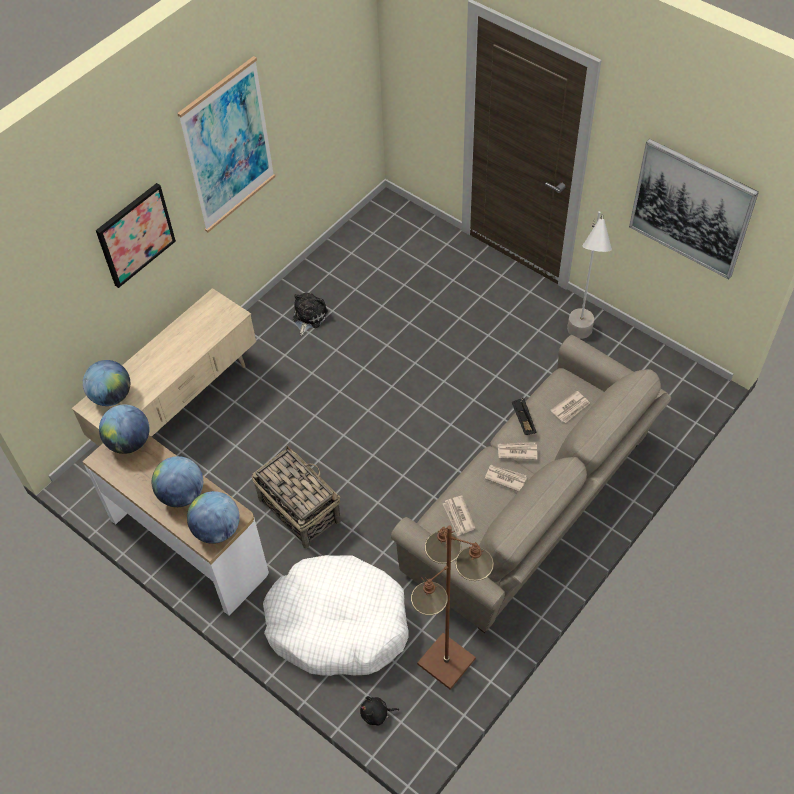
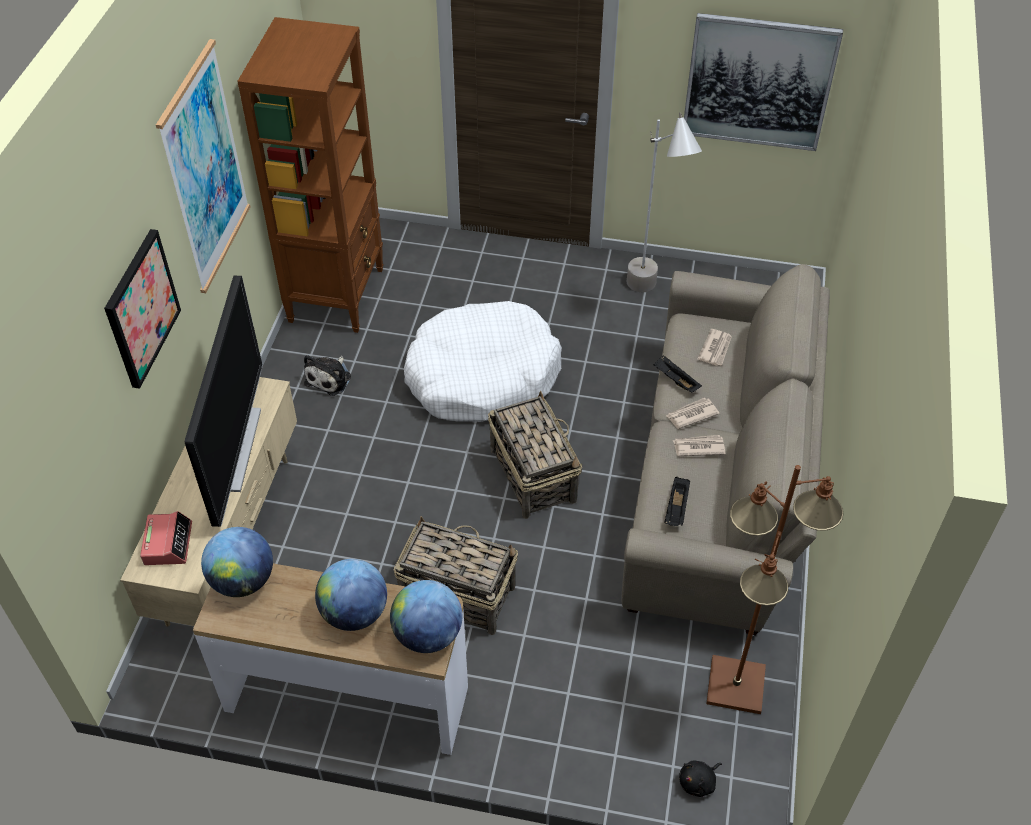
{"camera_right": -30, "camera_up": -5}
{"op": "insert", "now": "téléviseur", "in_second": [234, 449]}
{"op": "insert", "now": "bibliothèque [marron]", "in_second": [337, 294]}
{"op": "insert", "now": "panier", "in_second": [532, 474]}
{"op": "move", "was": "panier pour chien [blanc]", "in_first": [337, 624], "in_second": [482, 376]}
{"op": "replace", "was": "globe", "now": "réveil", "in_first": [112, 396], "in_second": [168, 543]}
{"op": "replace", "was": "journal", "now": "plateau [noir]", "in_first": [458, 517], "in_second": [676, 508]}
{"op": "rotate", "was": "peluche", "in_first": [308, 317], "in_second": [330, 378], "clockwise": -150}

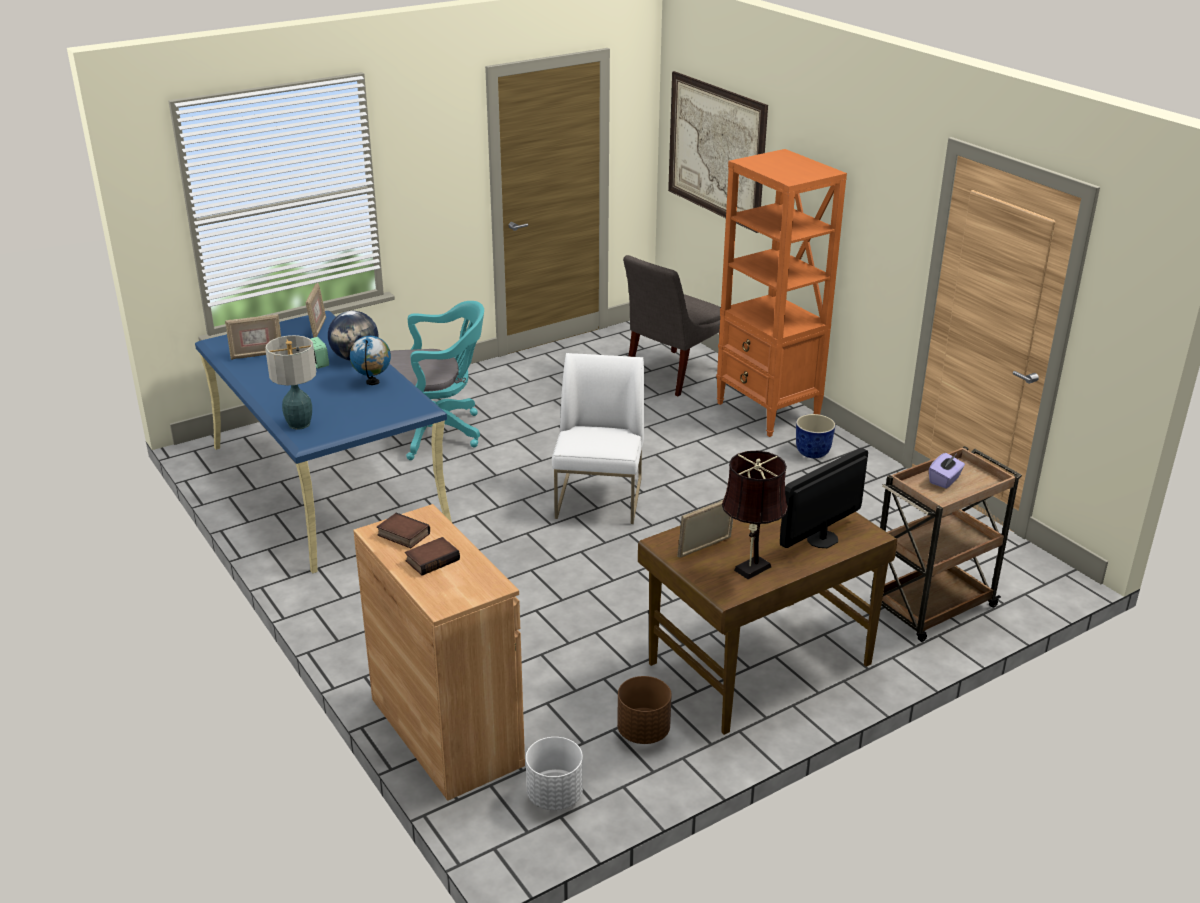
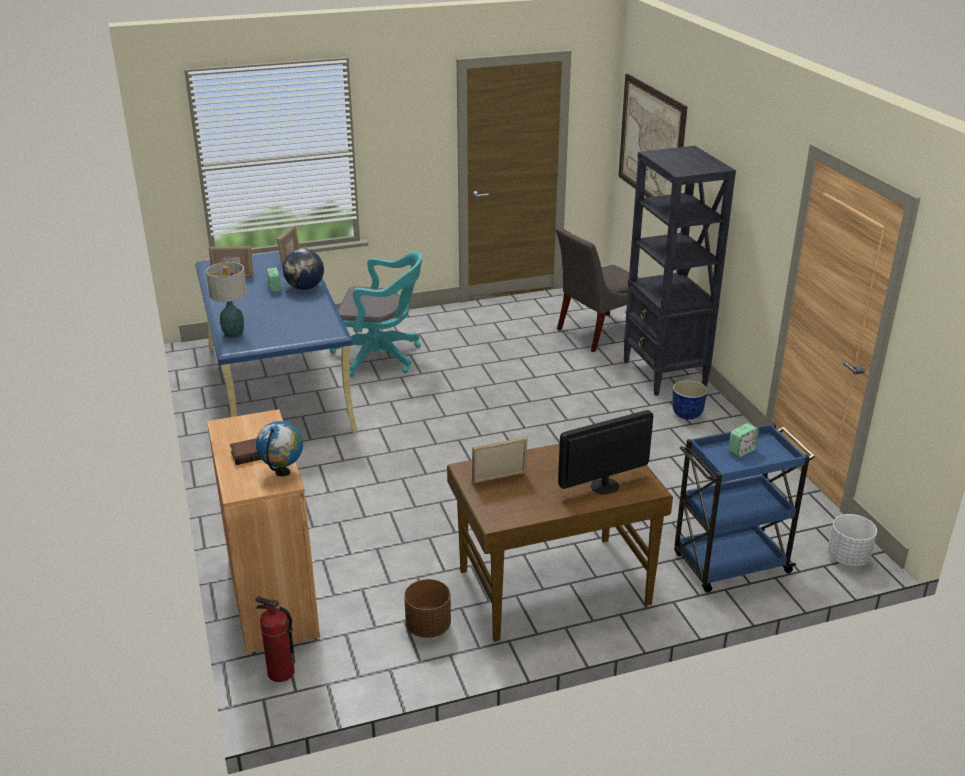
{"camera_right": 15, "camera_up": 0}
{"op": "delete", "was": "livre", "in_first": [402, 535]}
{"op": "delete", "was": "chaise [blanc]", "in_first": [599, 499]}
{"op": "delete", "was": "lampe de table [marron]", "in_first": [749, 570]}
{"op": "insert", "now": "extincteur", "in_second": [280, 673]}
{"op": "move", "was": "globe", "in_first": [373, 382], "in_second": [283, 472]}
{"op": "move", "was": "cache-pot [blanc]", "in_first": [555, 795], "in_second": [848, 557]}
{"op": "replace", "was": "boîte à mouchoirs [violet]", "now": "réveil", "in_first": [945, 480], "in_second": [741, 451]}
{"op": "recolor", "was": "bibliothèque [orange]", "now": "bibliothèque [noir]", "in_first": [768, 412], "in_second": [664, 374]}
{"op": "recolor", "was": "chariot [marron]", "now": "chariot [bleu]", "in_first": [931, 608], "in_second": [729, 564]}

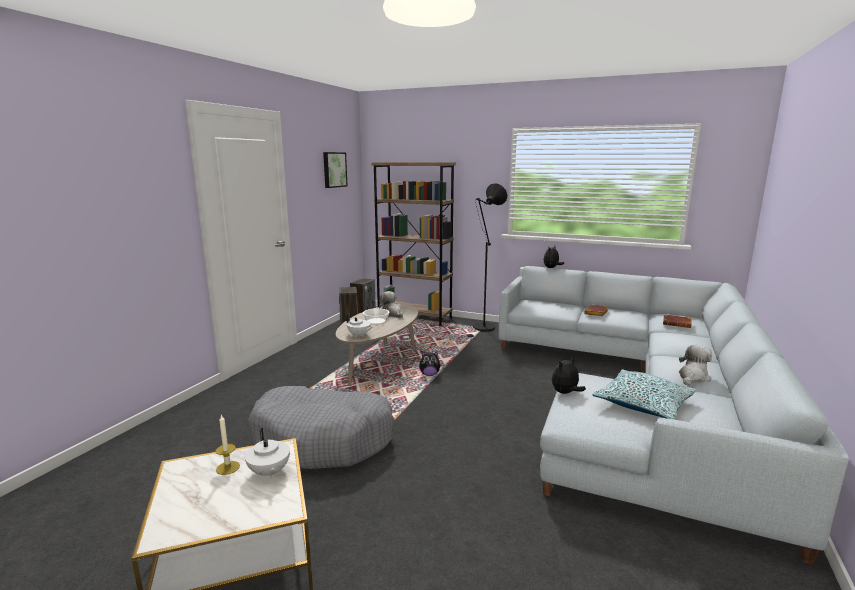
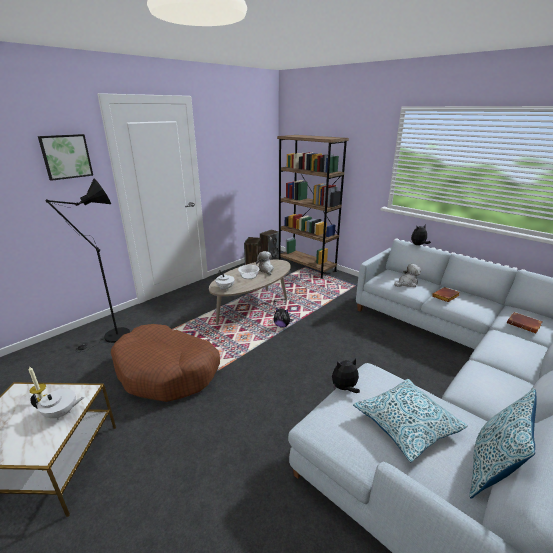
{"camera_right": 20, "camera_up": 10}
{"op": "insert", "now": "coussin", "in_second": [491, 469]}
{"op": "move", "was": "tableau", "in_first": [334, 169], "in_second": [66, 156]}
{"op": "move", "was": "lampadaire [noir]", "in_first": [482, 329], "in_second": [112, 337]}
{"op": "move", "was": "peluche", "in_first": [693, 377], "in_second": [407, 283]}
{"op": "recolor", "was": "panier pour chien [gris]", "now": "panier pour chien [marron]", "in_first": [323, 440], "in_second": [167, 371]}
{"op": "rotate", "was": "théière [blanc]", "in_first": [269, 472], "in_second": [61, 413], "clockwise": -90}

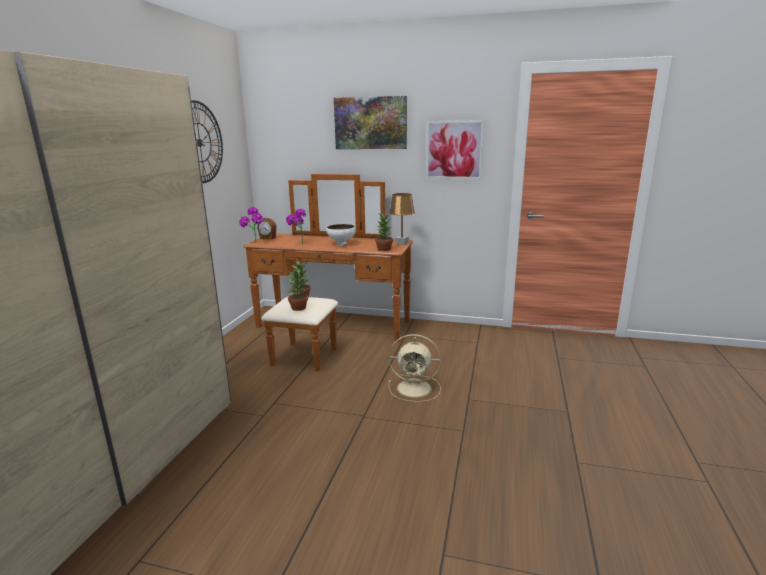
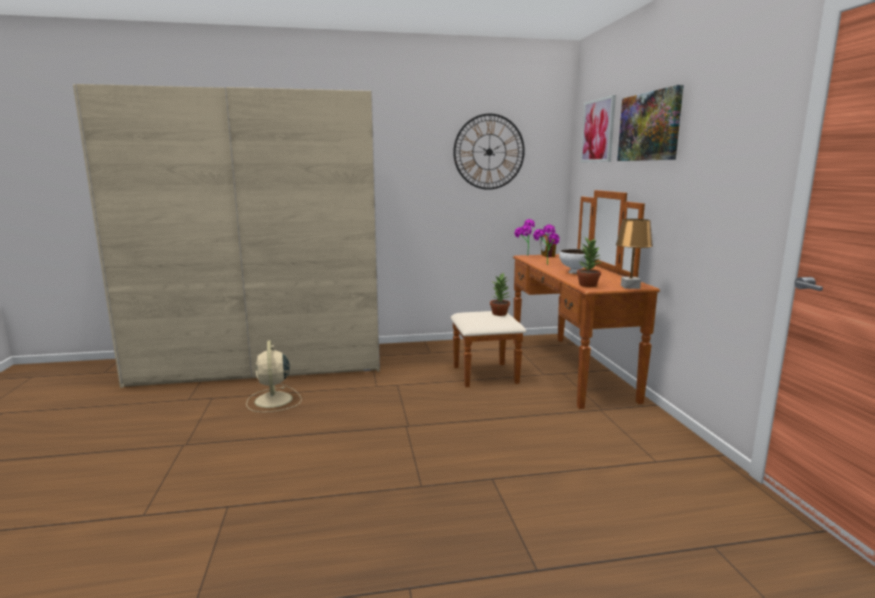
{"camera_right": 65, "camera_up": -5}
{"op": "delete", "was": "plante en pot", "in_first": [298, 308]}
{"op": "move", "was": "ventilateur [beige]", "in_first": [415, 388], "in_second": [273, 401]}
{"op": "move", "was": "tableau", "in_first": [454, 150], "in_second": [598, 131]}

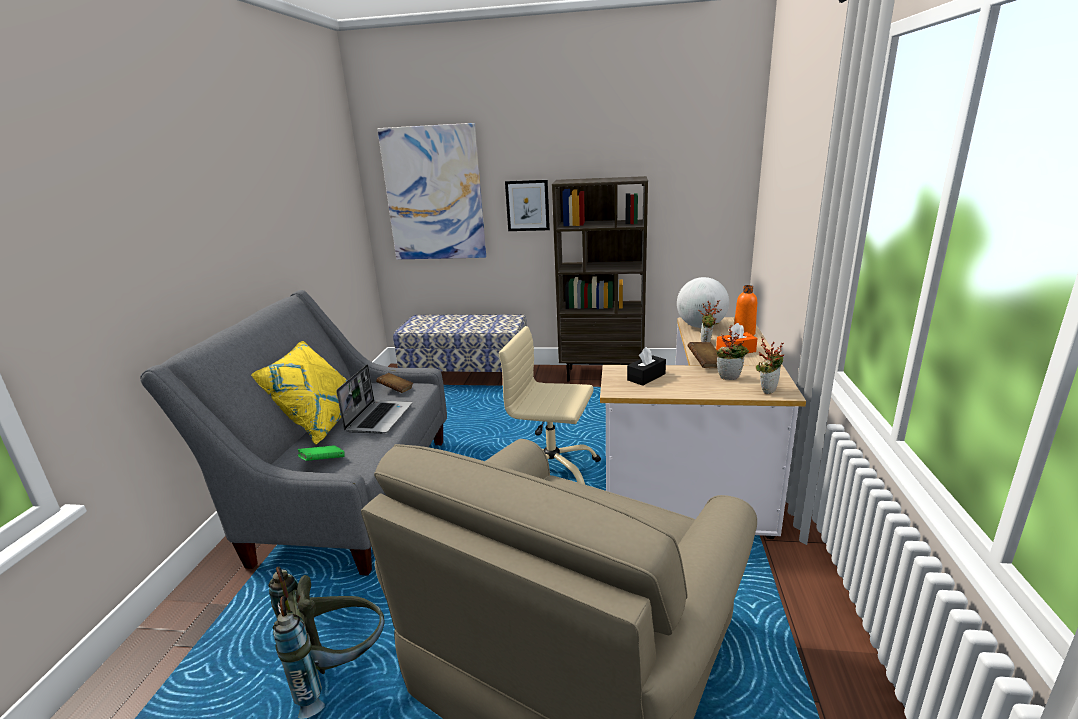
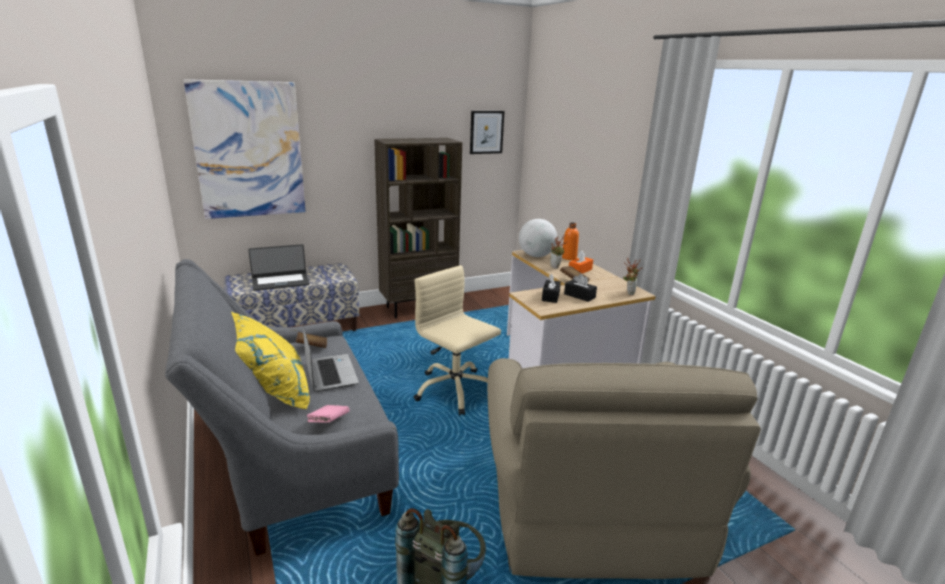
{"camera_right": -35, "camera_up": 0}
{"op": "delete", "was": "plante en pot", "in_first": [730, 377]}
{"op": "insert", "now": "ordinateur portable", "in_second": [280, 282]}
{"op": "insert", "now": "boîte à mouchoirs [noir]", "in_second": [579, 296]}
{"op": "move", "was": "tableau", "in_first": [527, 205], "in_second": [486, 132]}
{"op": "recolor", "was": "livre [vert]", "now": "livre [rose]", "in_first": [323, 462], "in_second": [328, 422]}
{"op": "rotate", "was": "chaise de bureau [beige]", "in_first": [551, 471], "in_second": [454, 390], "clockwise": 60}

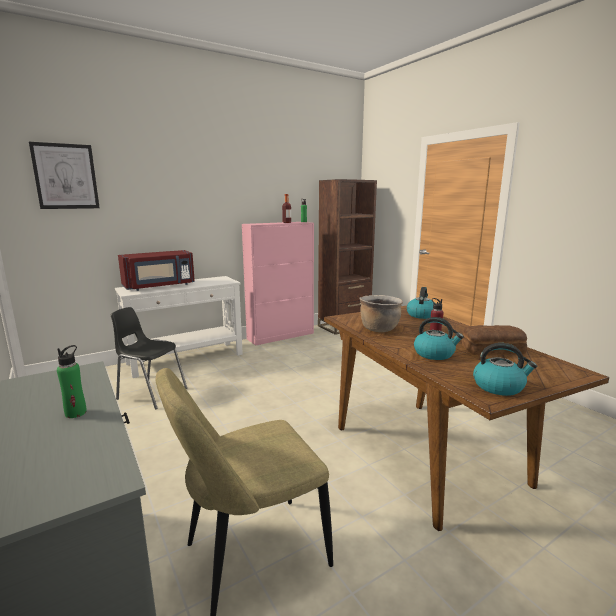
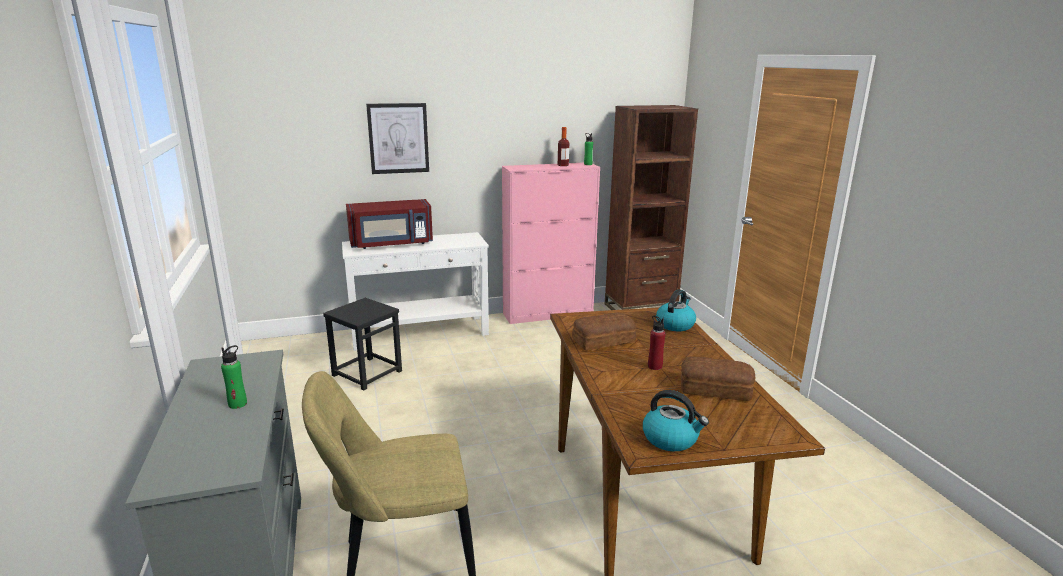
{"camera_right": 15, "camera_up": 5}
{"op": "delete", "was": "bouilloire", "in_first": [434, 354]}
{"op": "move", "was": "tableau", "in_first": [65, 176], "in_second": [398, 138]}
{"op": "replace", "was": "chaise [noir]", "now": "tabouret [noir]", "in_first": [151, 393], "in_second": [367, 373]}
{"op": "replace", "was": "marmite [marron]", "now": "pain", "in_first": [379, 329], "in_second": [602, 340]}

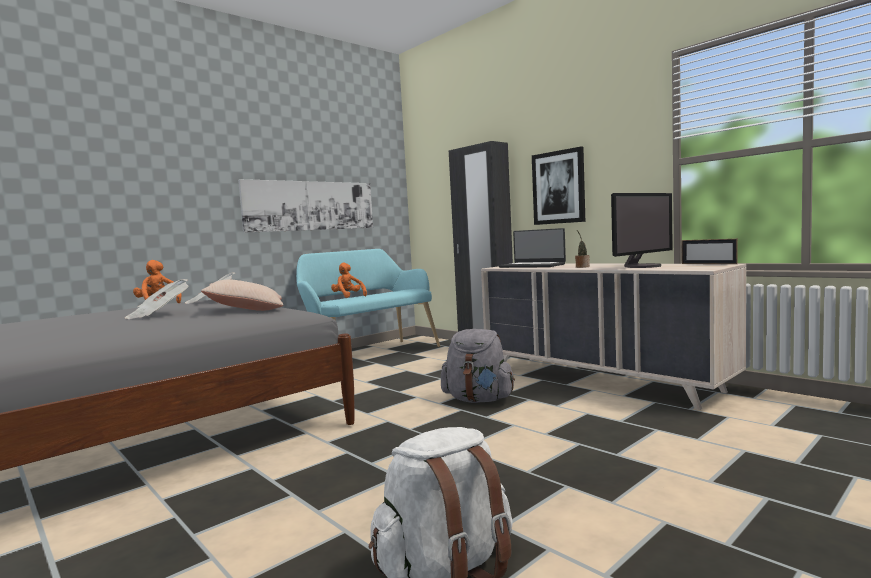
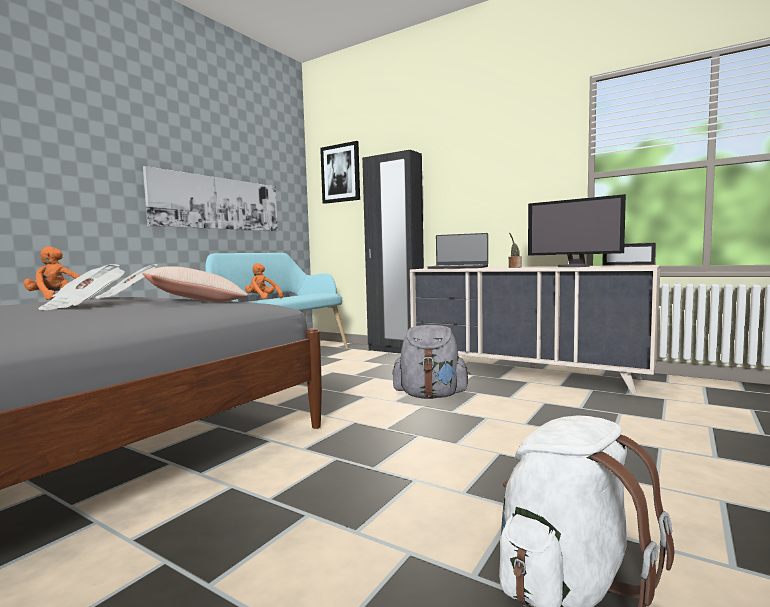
{"camera_right": -15, "camera_up": 0}
{"op": "move", "was": "tableau", "in_first": [558, 187], "in_second": [340, 173]}
{"op": "rotate", "was": "écran d'ordinateur", "in_first": [643, 266], "in_second": [574, 266], "clockwise": 90}

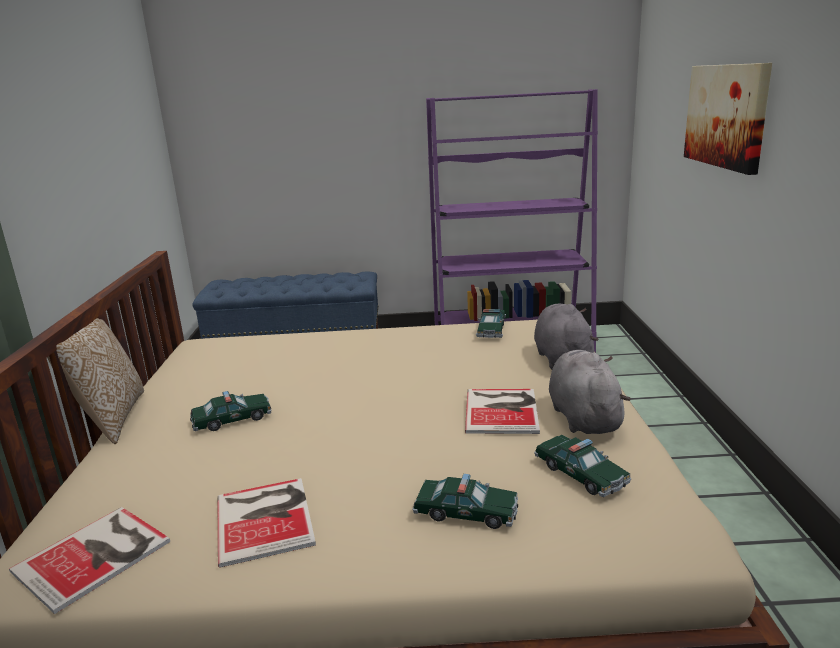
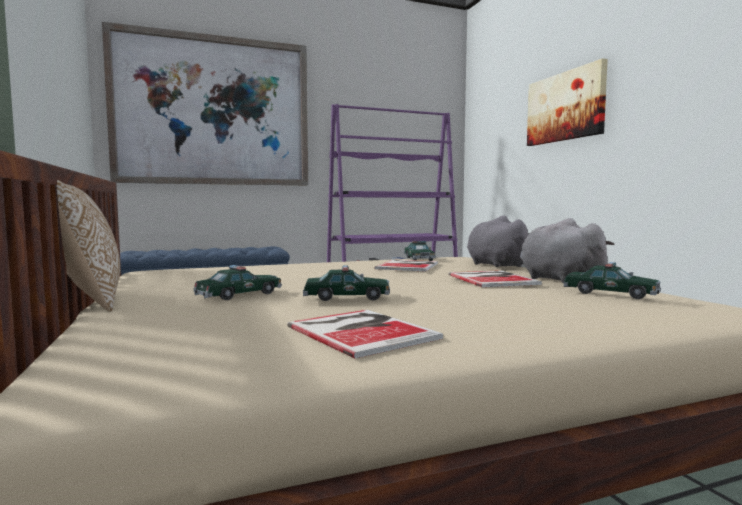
{"camera_right": -20, "camera_up": -15}
{"op": "insert", "now": "tableau", "in_second": [213, 112]}
{"op": "move", "was": "livre", "in_first": [97, 555], "in_second": [409, 266]}
{"op": "move", "was": "petite voiture", "in_first": [466, 513], "in_second": [347, 297]}

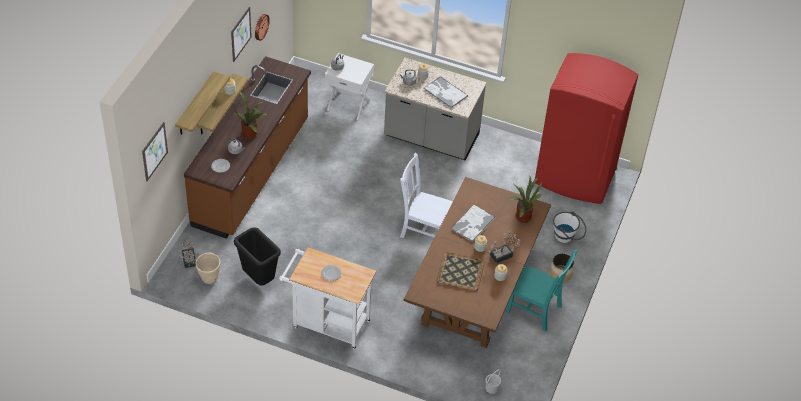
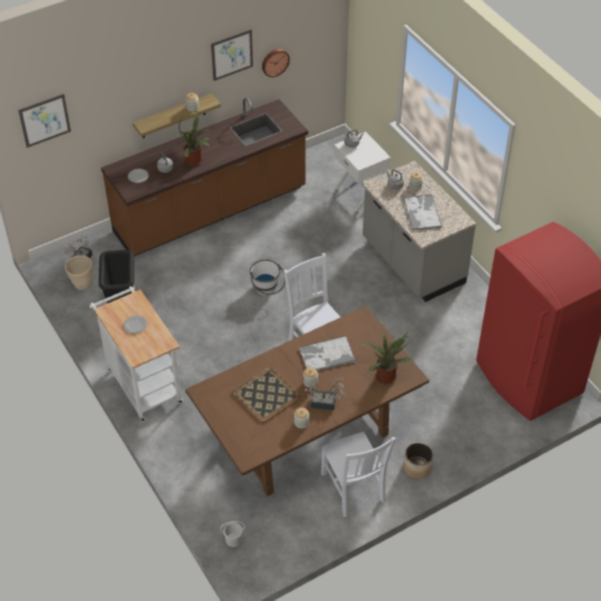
{"camera_right": 40, "camera_up": 0}
{"op": "delete", "was": "étagère", "in_first": [195, 105]}
{"op": "move", "was": "seau [blanc]", "in_first": [567, 237], "in_second": [267, 291]}
{"op": "recolor", "was": "chaise [turquoise]", "now": "chaise [blanc]", "in_first": [535, 310], "in_second": [354, 489]}

